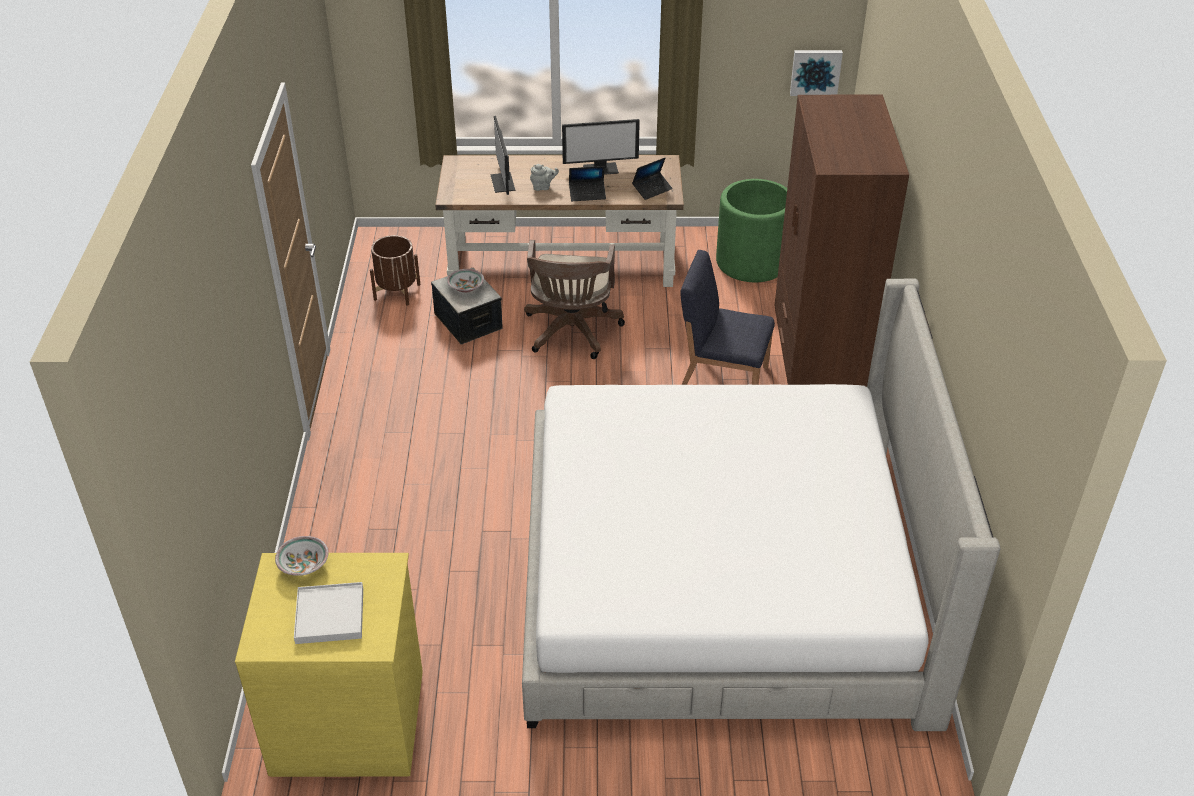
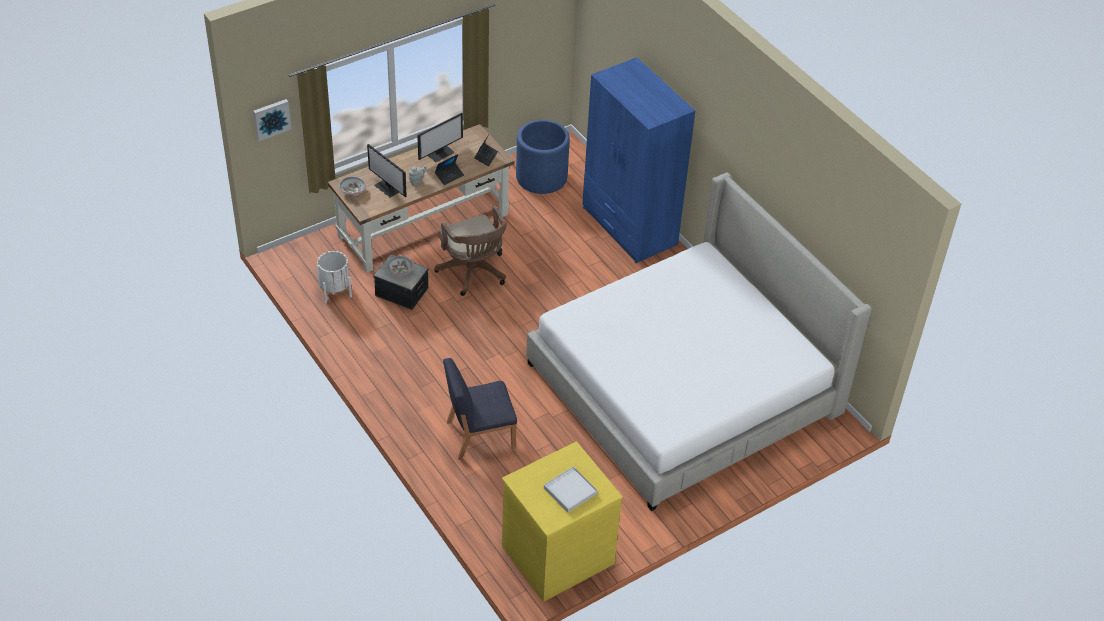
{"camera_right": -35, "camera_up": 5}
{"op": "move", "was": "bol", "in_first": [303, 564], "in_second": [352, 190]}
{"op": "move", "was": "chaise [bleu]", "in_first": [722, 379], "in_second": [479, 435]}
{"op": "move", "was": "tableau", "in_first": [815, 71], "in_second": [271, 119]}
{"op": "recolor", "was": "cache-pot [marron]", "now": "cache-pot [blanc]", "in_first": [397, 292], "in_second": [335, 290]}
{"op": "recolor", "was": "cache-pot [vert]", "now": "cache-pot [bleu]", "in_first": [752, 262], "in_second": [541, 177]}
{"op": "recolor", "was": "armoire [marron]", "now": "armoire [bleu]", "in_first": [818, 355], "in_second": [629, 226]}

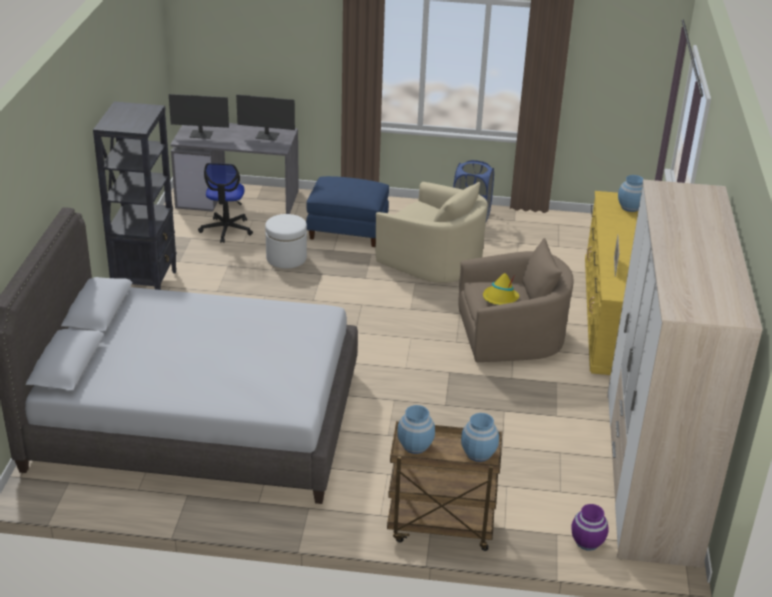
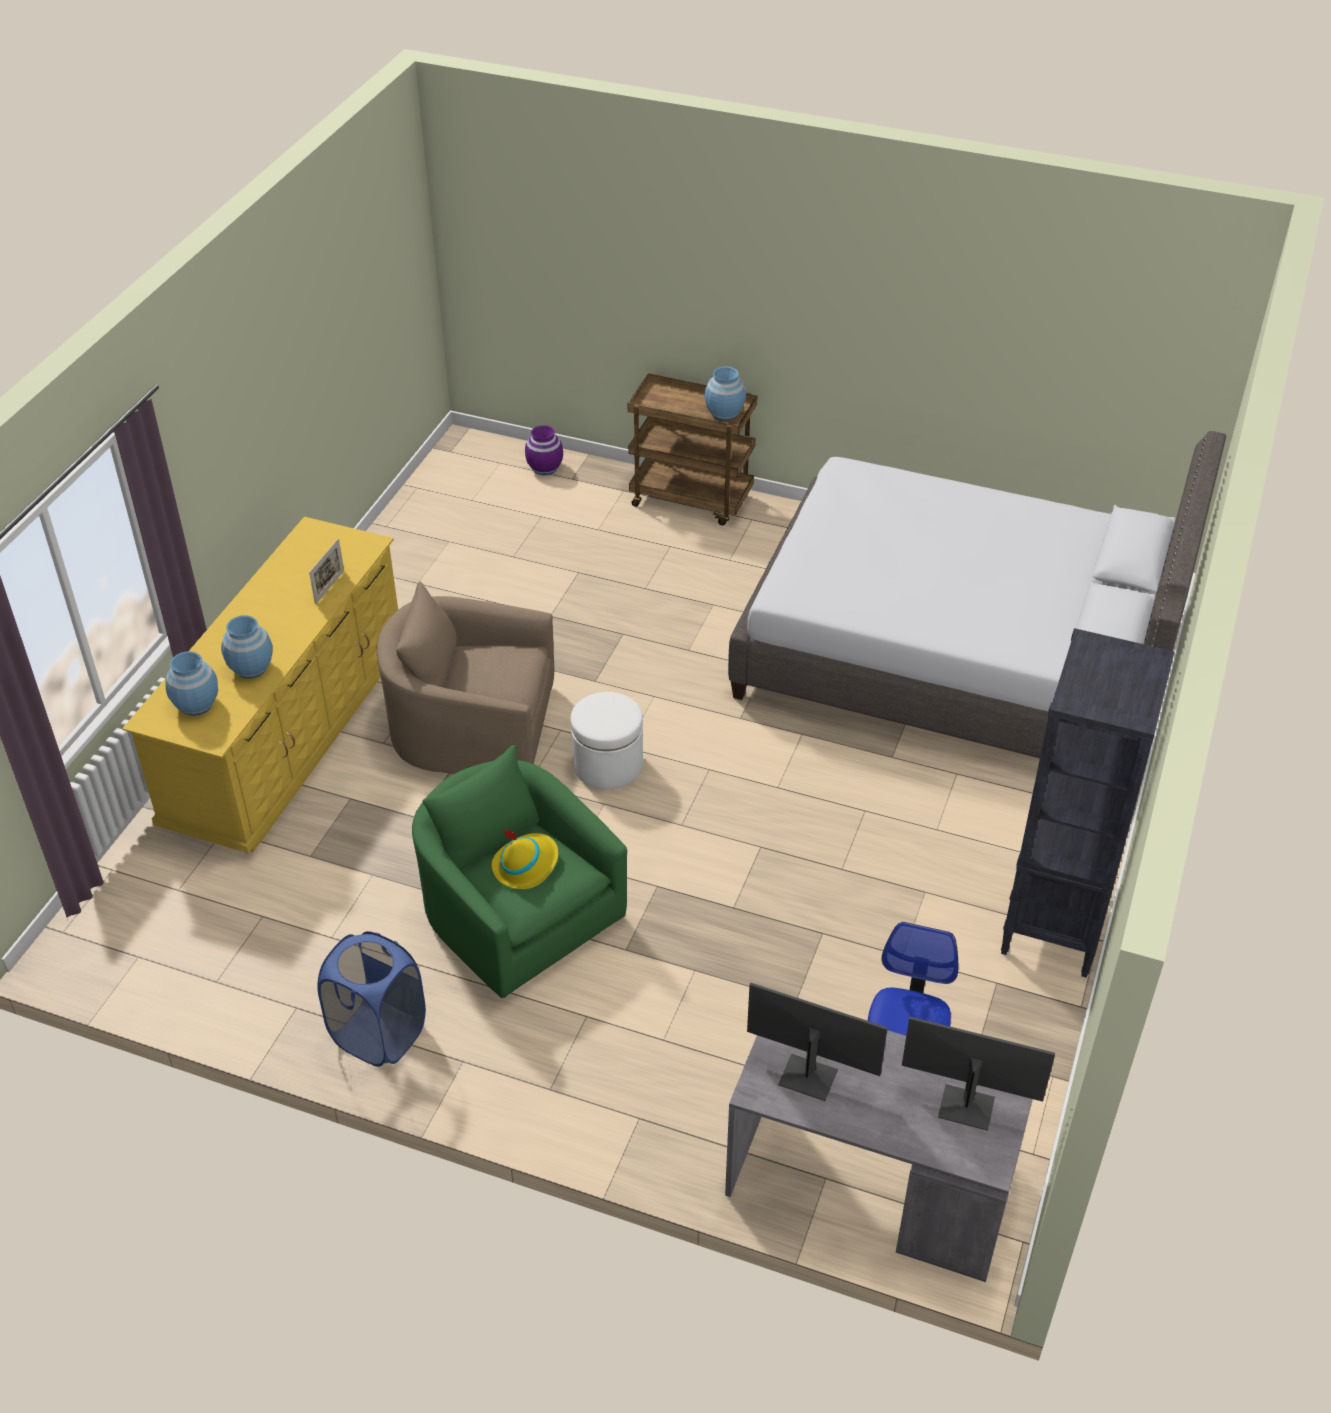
{"camera_right": -165, "camera_up": 10}
{"op": "delete", "was": "pouf [bleu]", "in_first": [348, 230]}
{"op": "delete", "was": "armoire", "in_first": [649, 475]}
{"op": "move", "was": "pouf [blanc]", "in_first": [286, 258], "in_second": [608, 765]}
{"op": "move", "was": "vase [bleu]", "in_first": [478, 453], "in_second": [251, 668]}
{"op": "move", "was": "chapeau [jaune]", "in_first": [500, 298], "in_second": [526, 865]}
{"op": "recolor", "was": "fauteuil [beige]", "now": "fauteuil [vert]", "in_first": [432, 260], "in_second": [517, 914]}

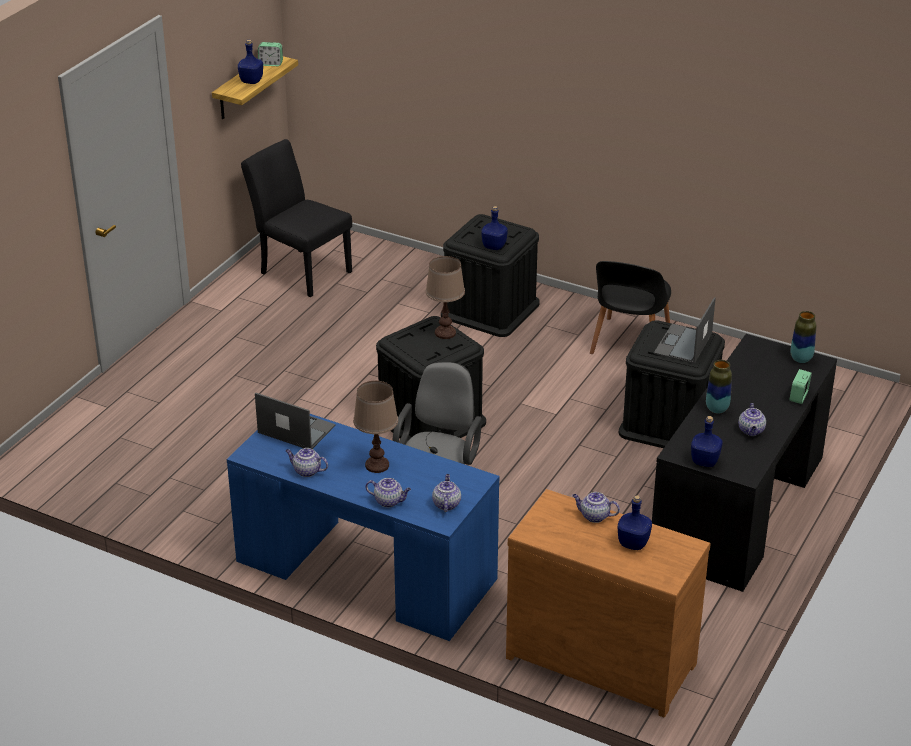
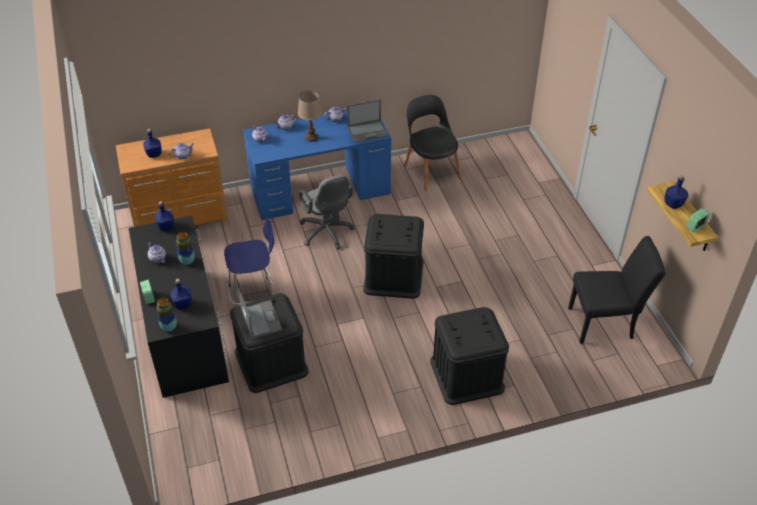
{"camera_right": 135, "camera_up": 10}
{"op": "delete", "was": "lampe de table [marron]", "in_first": [445, 333]}
{"op": "insert", "now": "tabouret [bleu]", "in_second": [254, 296]}
{"op": "move", "was": "bouteille [bleu]", "in_first": [494, 246], "in_second": [182, 304]}
{"op": "move", "was": "chaise [noir]", "in_first": [629, 343], "in_second": [431, 170]}

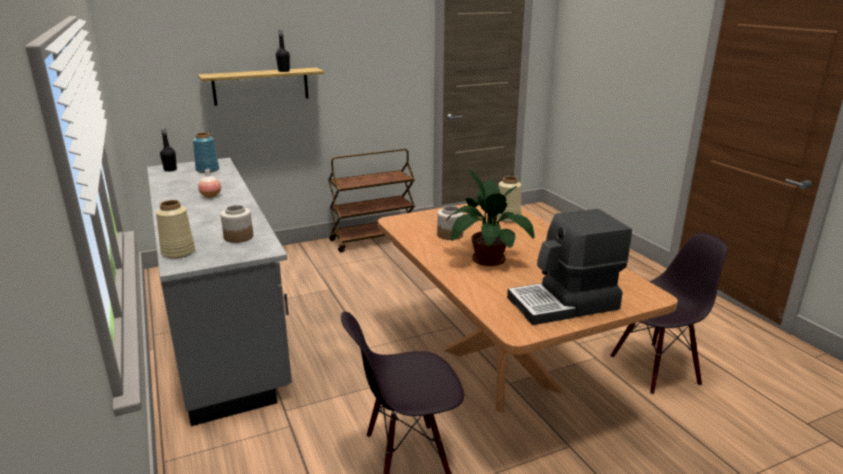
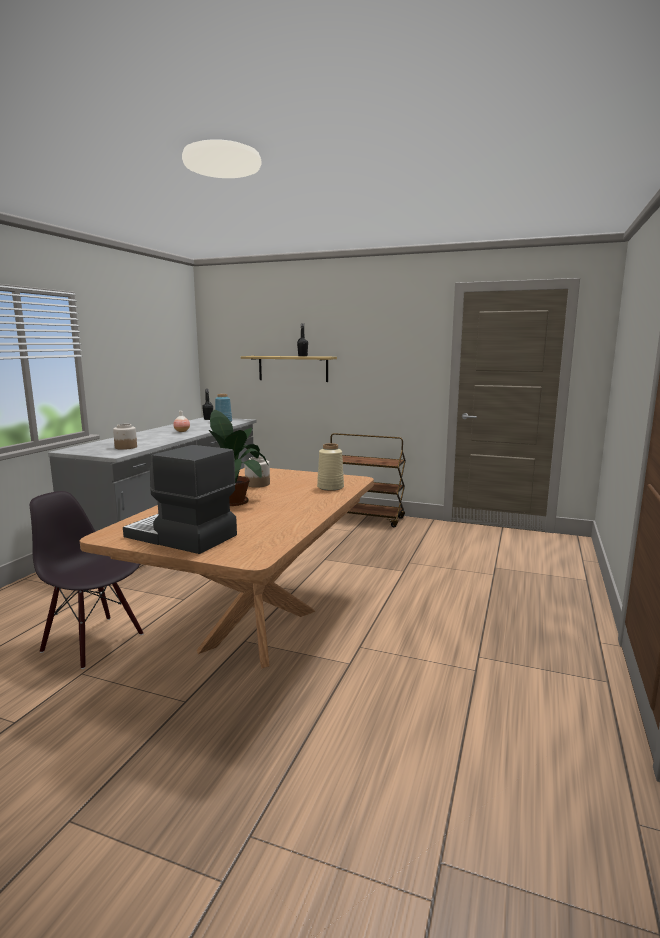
{"camera_right": 45, "camera_up": -10}
{"op": "delete", "was": "vase [beige]", "in_first": [178, 252]}
{"op": "delete", "was": "chaise [noir]", "in_first": [654, 369]}

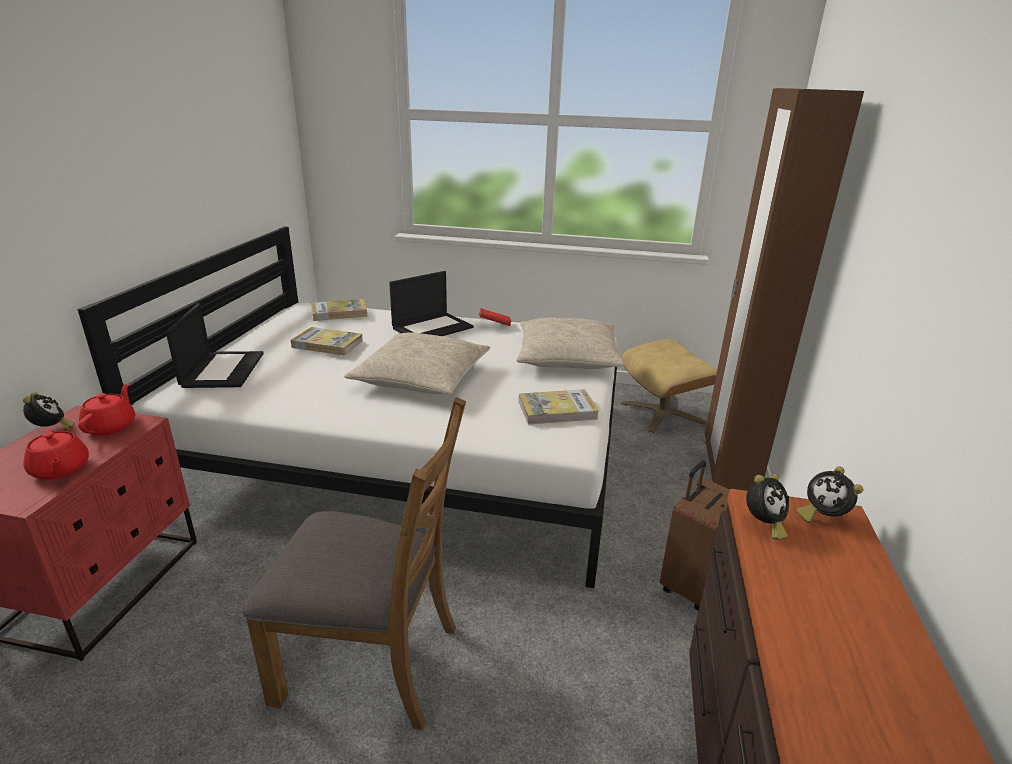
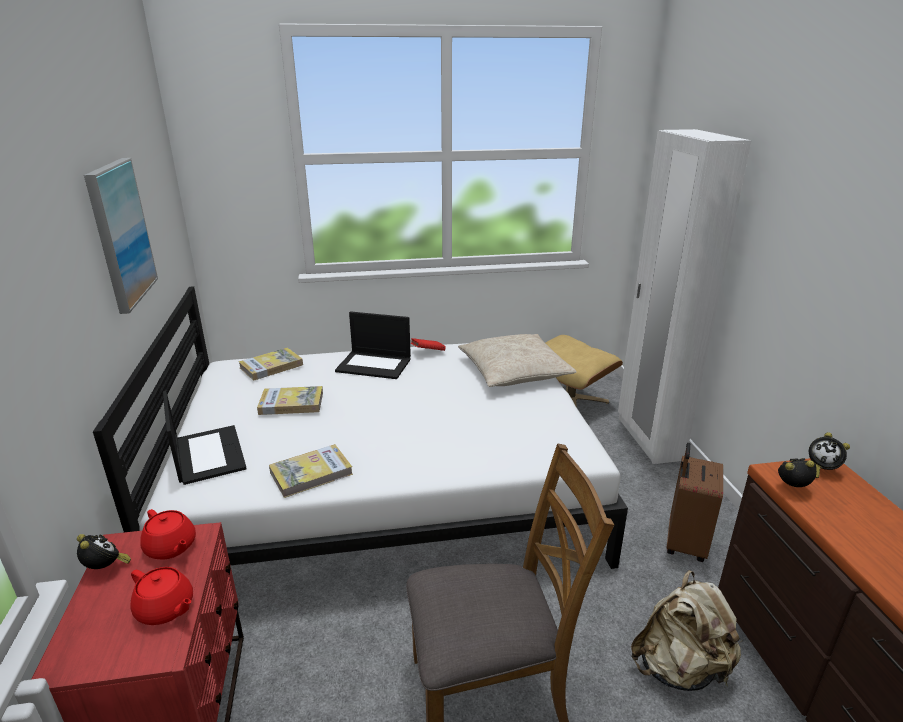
{"camera_right": -20, "camera_up": 0}
{"op": "delete", "was": "coussin [beige]", "in_first": [421, 377]}
{"op": "insert", "now": "tableau", "in_second": [120, 233]}
{"op": "insert", "now": "sac à dos [beige]", "in_second": [679, 668]}
{"op": "move", "was": "livre", "in_first": [557, 410], "in_second": [311, 473]}
{"op": "recolor", "was": "armoire [marron]", "now": "armoire [blanc]", "in_first": [727, 470], "in_second": [648, 439]}
{"op": "rotate", "was": "théière [rouge]", "in_first": [111, 426], "in_second": [171, 547], "clockwise": 150}
{"op": "rotate", "was": "ordinateur portable", "in_first": [432, 327], "in_second": [375, 365], "clockwise": 75}
{"op": "rotate", "was": "réveil", "in_first": [763, 525], "in_second": [792, 488], "clockwise": -120}

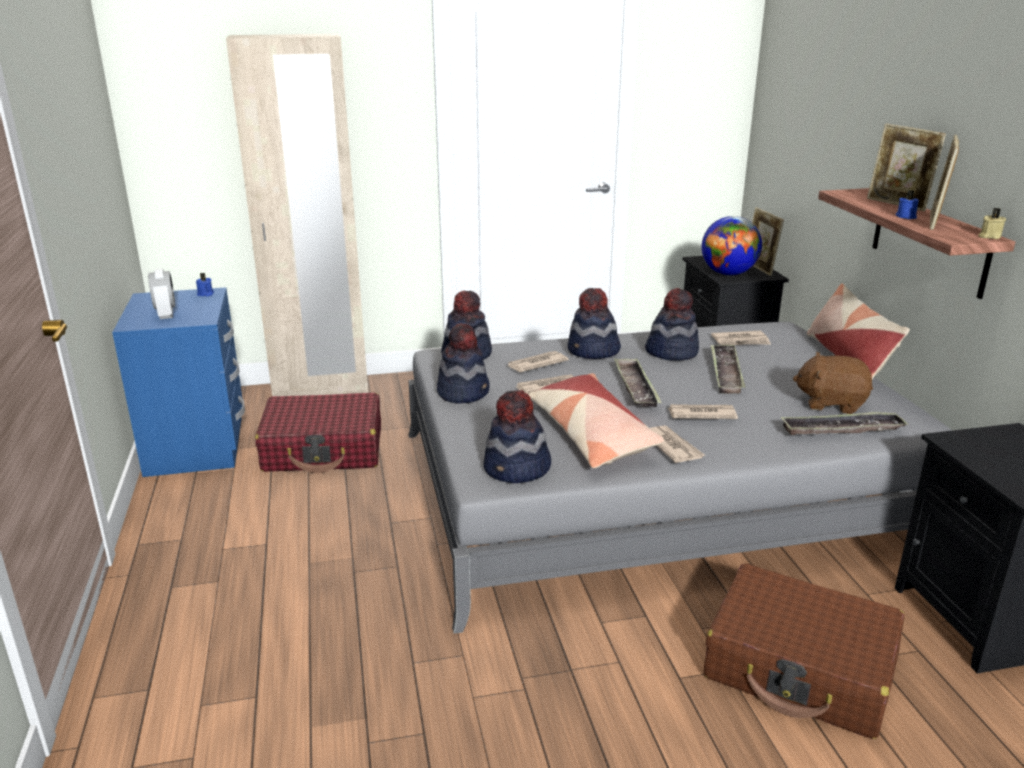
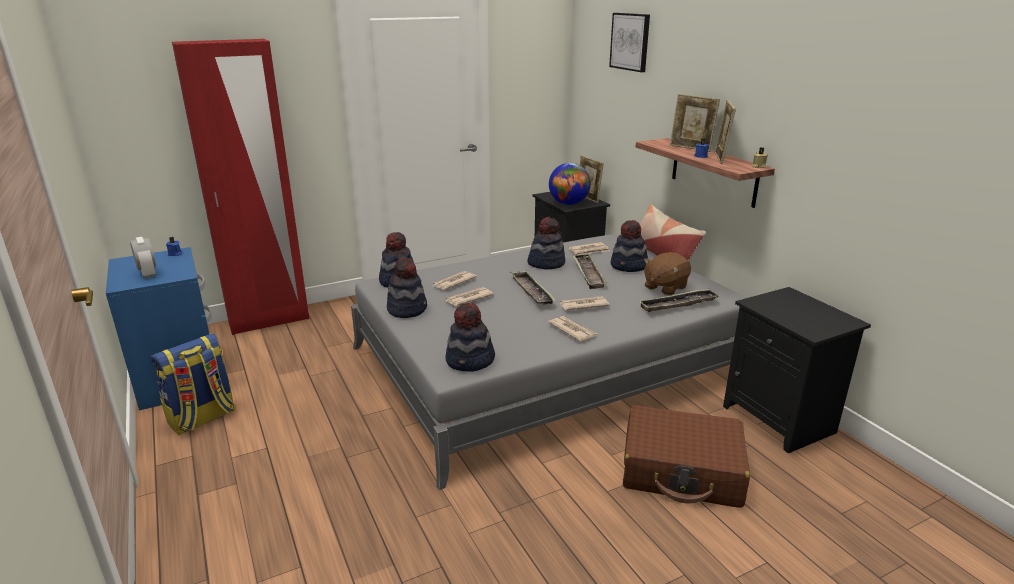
{"camera_right": -15, "camera_up": 0}
{"op": "delete", "was": "valise [rouge]", "in_first": [324, 449]}
{"op": "delete", "was": "coussin", "in_first": [591, 434]}
{"op": "insert", "now": "sac à dos", "in_second": [202, 418]}
{"op": "insert", "now": "tableau", "in_second": [630, 41]}
{"op": "move", "was": "chapeau", "in_first": [593, 351], "in_second": [629, 266]}
{"op": "recolor", "was": "armoire [beige]", "now": "armoire [rouge]", "in_first": [320, 389], "in_second": [269, 321]}
{"op": "rotate", "was": "peluche [marron]", "in_first": [831, 403], "in_second": [665, 287], "clockwise": -45}

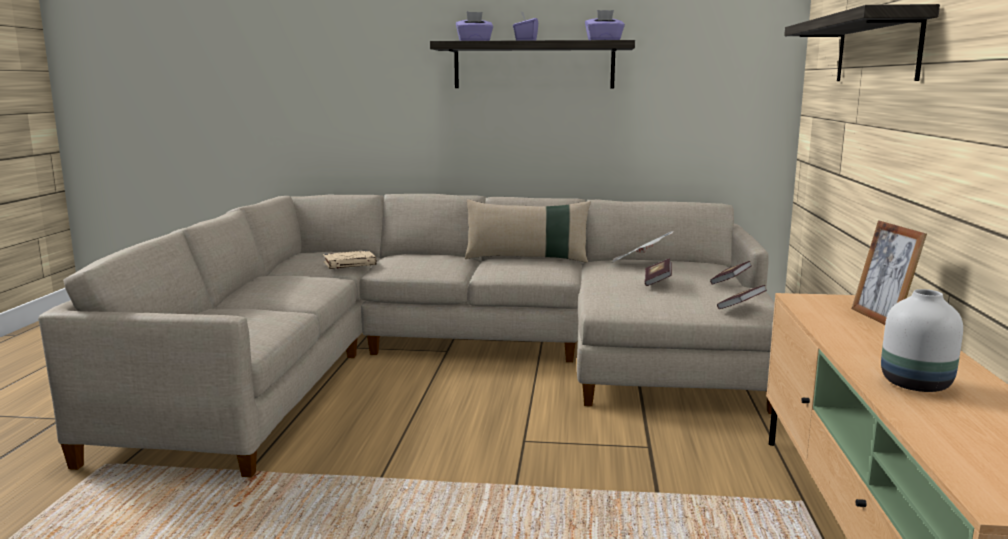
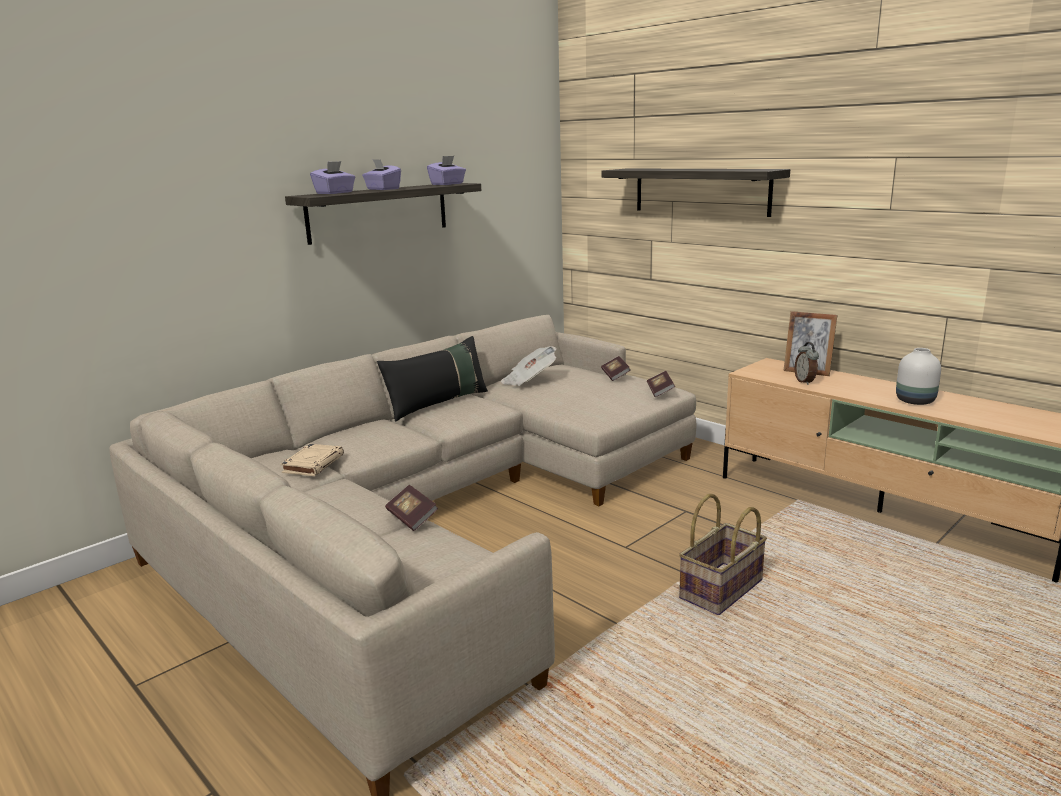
{"camera_right": -50, "camera_up": 5}
{"op": "insert", "now": "panier", "in_second": [722, 590]}
{"op": "insert", "now": "réveil", "in_second": [805, 382]}
{"op": "move", "was": "livre", "in_first": [657, 281], "in_second": [412, 518]}
{"op": "recolor", "was": "coussin [beige]", "now": "coussin [noir]", "in_first": [527, 259], "in_second": [438, 404]}

